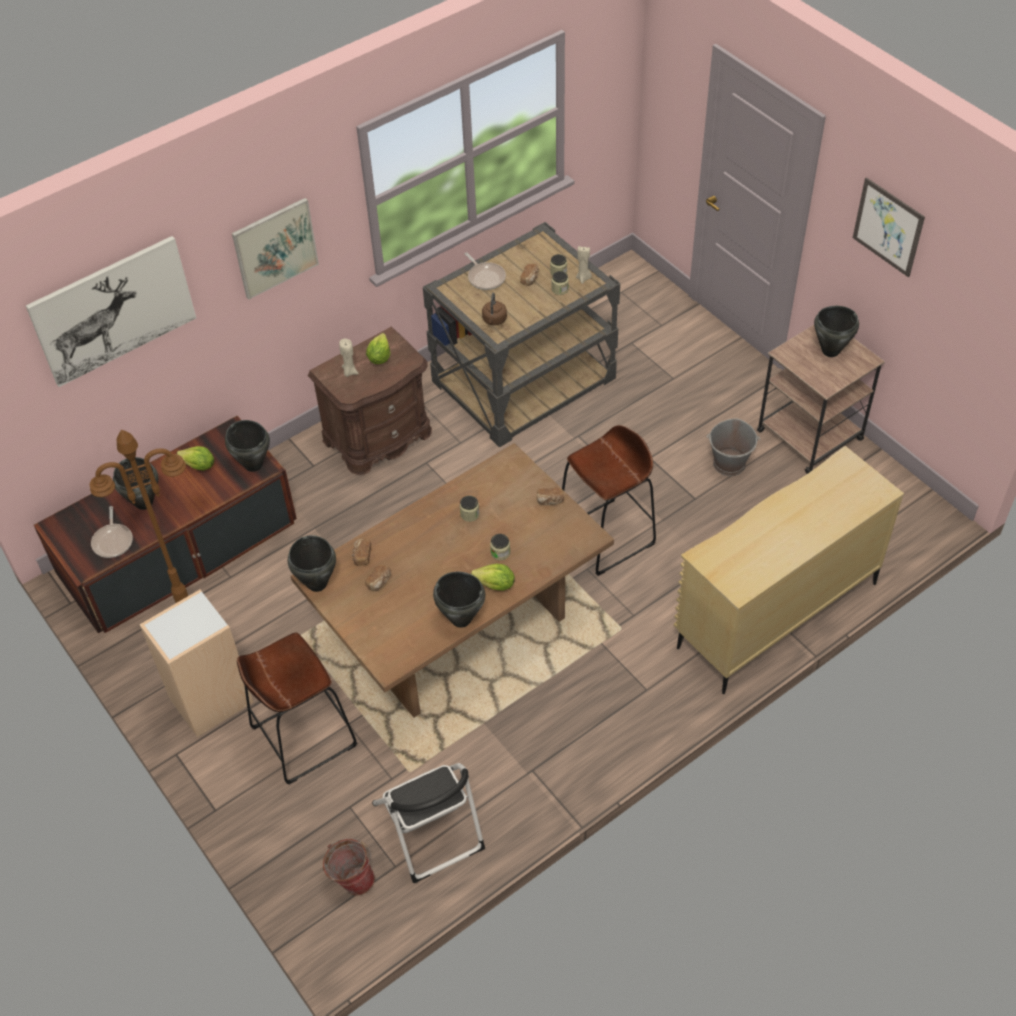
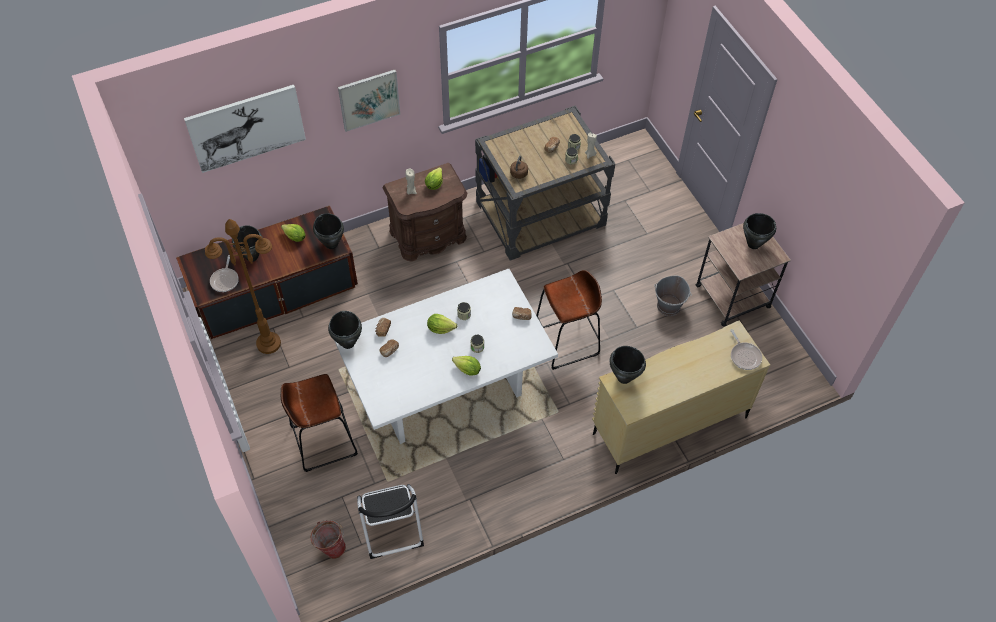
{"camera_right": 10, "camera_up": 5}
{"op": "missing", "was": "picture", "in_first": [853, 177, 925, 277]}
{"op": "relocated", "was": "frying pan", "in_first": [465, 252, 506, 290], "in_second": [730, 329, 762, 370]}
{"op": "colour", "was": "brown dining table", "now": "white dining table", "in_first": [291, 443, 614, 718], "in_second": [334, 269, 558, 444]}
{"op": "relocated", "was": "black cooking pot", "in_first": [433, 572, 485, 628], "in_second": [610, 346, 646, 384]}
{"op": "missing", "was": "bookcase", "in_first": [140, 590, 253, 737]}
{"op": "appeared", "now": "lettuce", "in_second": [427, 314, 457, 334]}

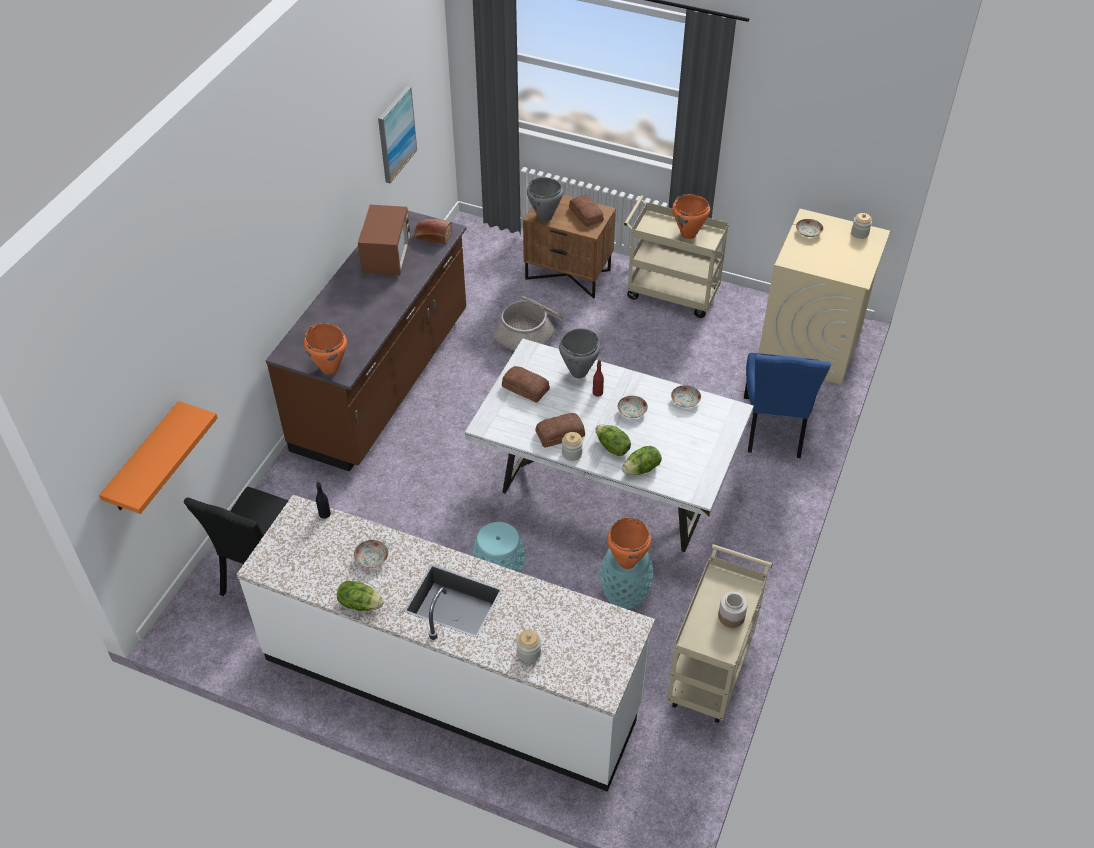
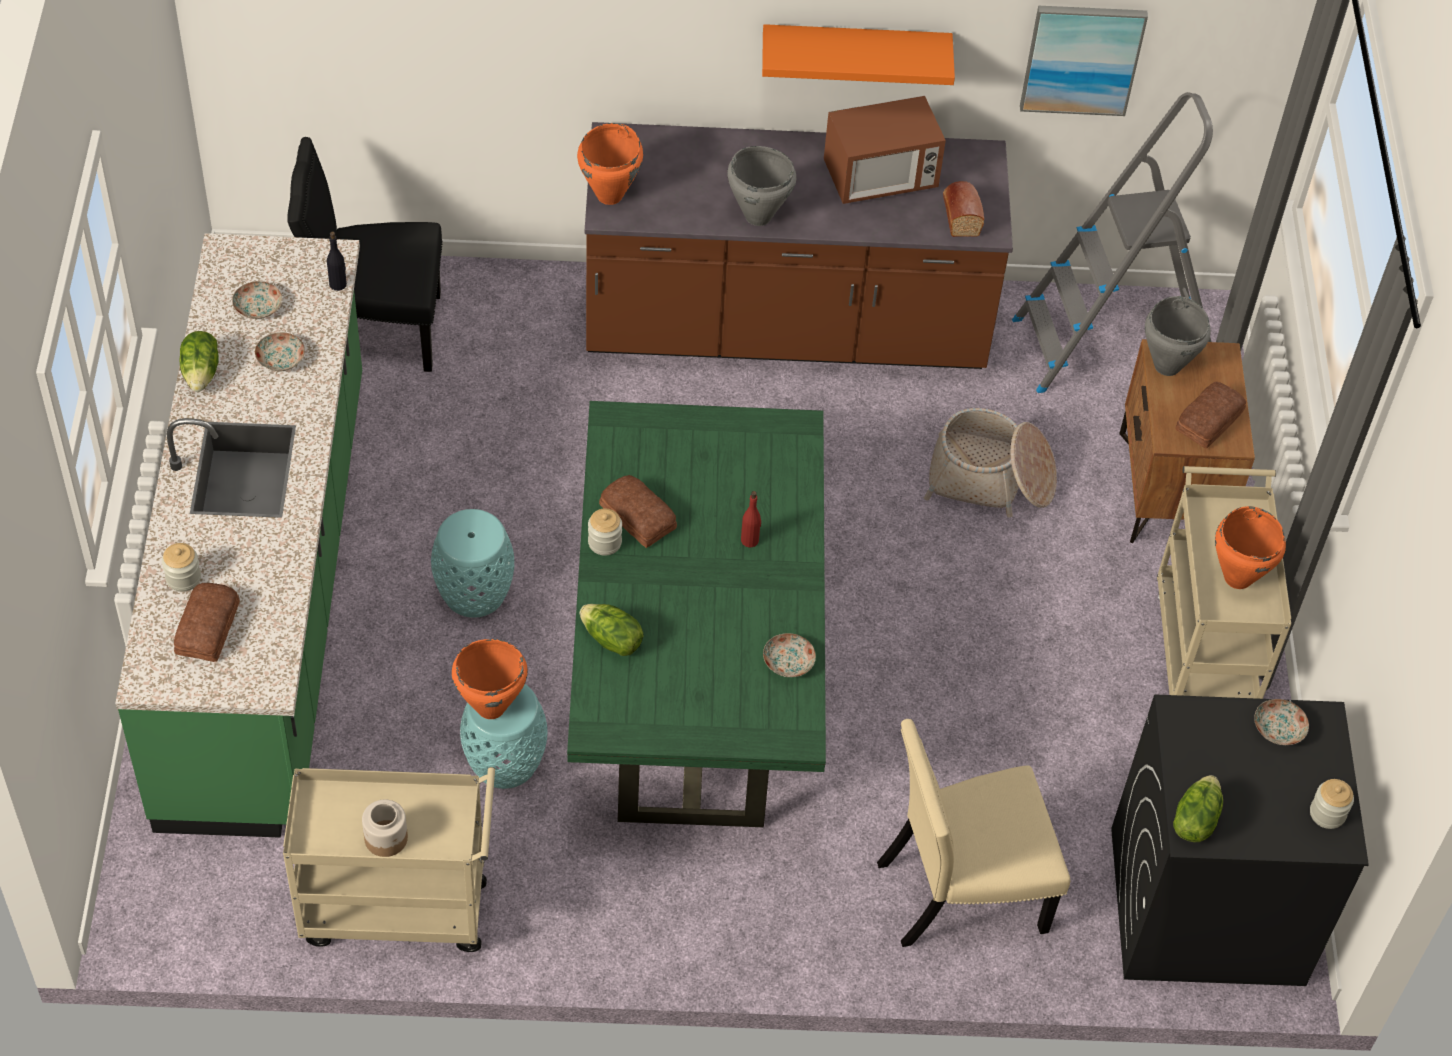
{"camera_right": 65, "camera_up": 5}
{"op": "colour", "was": "beige washing machine", "now": "black washing machine", "in_first": [759, 209, 890, 385], "in_second": [1111, 695, 1369, 986]}
{"op": "relocated", "was": "grey cooking pot", "in_first": [559, 328, 600, 378], "in_second": [727, 146, 796, 226]}
{"op": "colour", "was": "white dining table", "now": "green dining table", "in_first": [465, 338, 754, 552], "in_second": [567, 401, 826, 827]}
{"op": "colour", "was": "blue chair", "now": "beige chair", "in_first": [744, 353, 831, 458], "in_second": [877, 719, 1070, 947]}
{"op": "relocated", "was": "bread", "in_first": [502, 366, 550, 403], "in_second": [174, 583, 240, 662]}
{"op": "relocated", "was": "plate", "in_first": [618, 396, 648, 418], "in_second": [232, 281, 282, 319]}
{"op": "relocated", "was": "orange shelf", "in_first": [99, 401, 218, 514], "in_second": [762, 24, 955, 85]}
{"op": "relocated", "was": "lettuce", "in_first": [595, 425, 631, 456], "in_second": [1173, 775, 1223, 842]}
{"op": "colour", "was": "white counter", "now": "green counter", "in_first": [236, 495, 655, 792], "in_second": [115, 233, 362, 838]}
{"op": "appeared", "now": "grey step ladder", "in_second": [1012, 92, 1213, 393]}

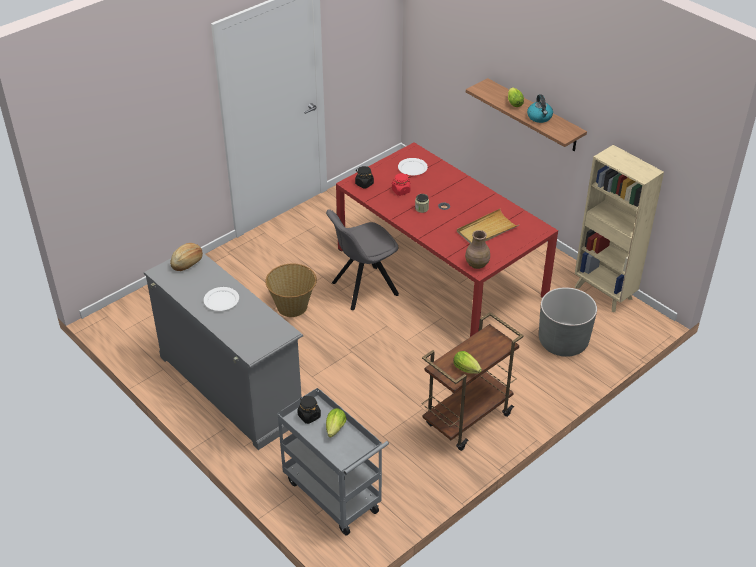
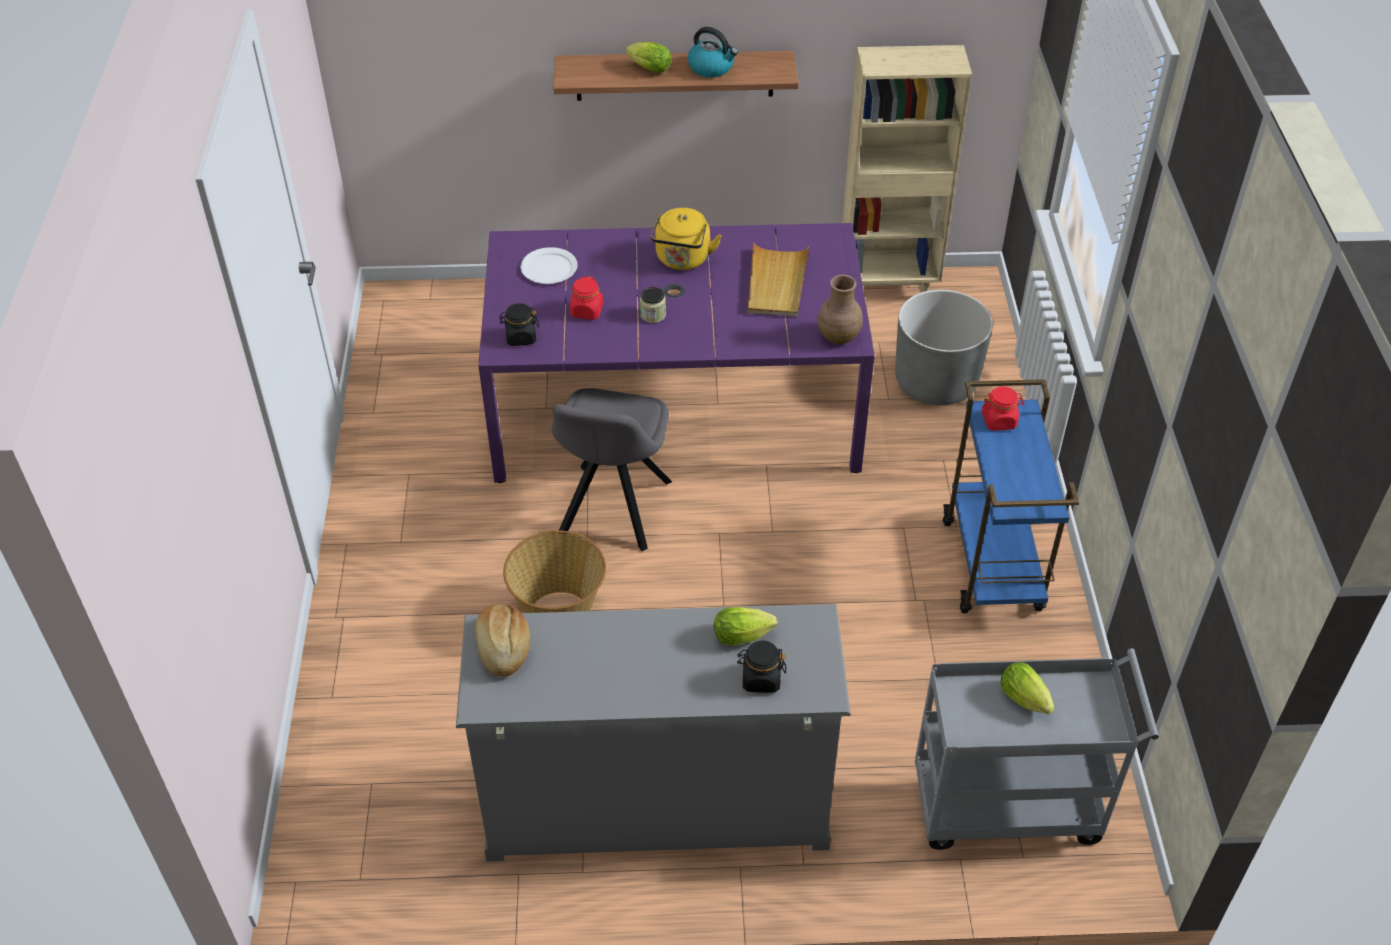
{"camera_right": -50, "camera_up": 5}
{"op": "colour", "was": "red dining table", "now": "purple dining table", "in_first": [336, 142, 558, 337], "in_second": [478, 223, 875, 483]}
{"op": "missing", "was": "white plate", "in_first": [204, 287, 239, 311]}
{"op": "colour", "was": "brown cart", "now": "blue cart", "in_first": [422, 312, 524, 451], "in_second": [942, 379, 1079, 613]}
{"op": "relocated", "was": "lettuce", "in_first": [454, 351, 482, 373], "in_second": [714, 607, 778, 645]}
{"op": "relocated", "was": "black jar", "in_first": [297, 396, 321, 424], "in_second": [737, 640, 786, 693]}
{"op": "appeared", "now": "yellow kettle", "in_second": [650, 208, 722, 270]}
{"op": "appeared", "now": "red jar", "in_second": [981, 386, 1024, 430]}

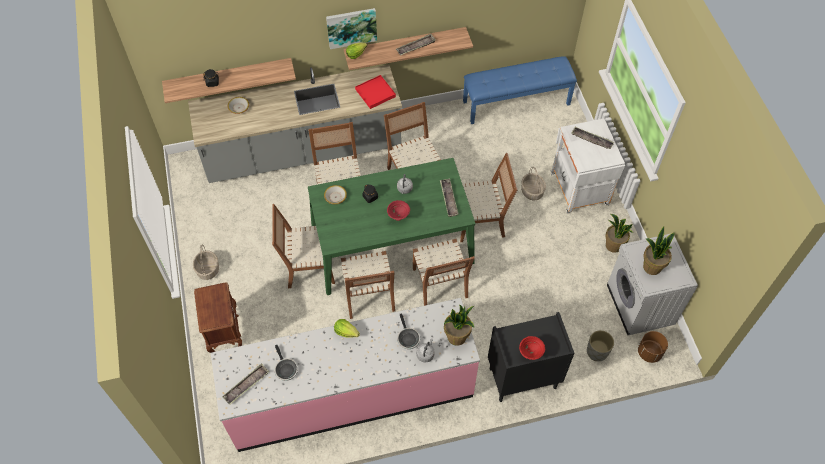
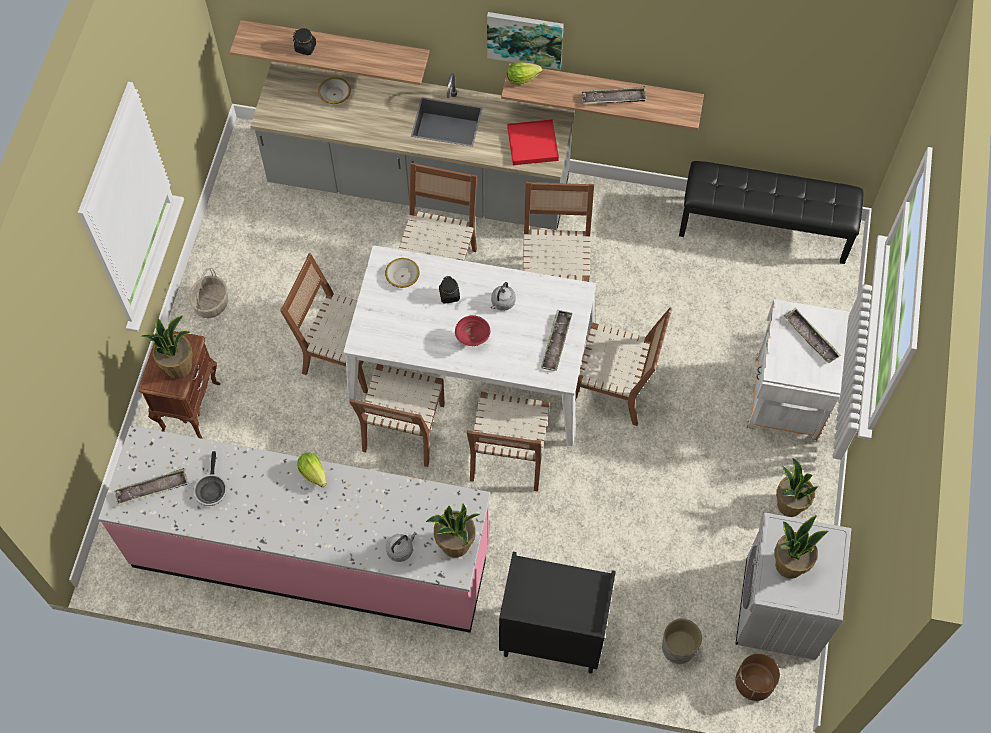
{"camera_right": 25, "camera_up": 5}
{"op": "colour", "was": "blue bench", "now": "black bench", "in_first": [463, 56, 577, 124], "in_second": [679, 161, 863, 264]}
{"op": "colour", "was": "green dining table", "now": "white dining table", "in_first": [308, 158, 475, 295], "in_second": [344, 245, 596, 446]}
{"op": "missing", "was": "basket", "in_first": [521, 167, 546, 200]}
{"op": "missing", "was": "frying pan", "in_first": [397, 313, 420, 349]}
{"op": "missing", "was": "red bowl", "in_first": [519, 336, 545, 360]}
{"op": "appeared", "now": "potted plant", "in_second": [141, 316, 193, 379]}

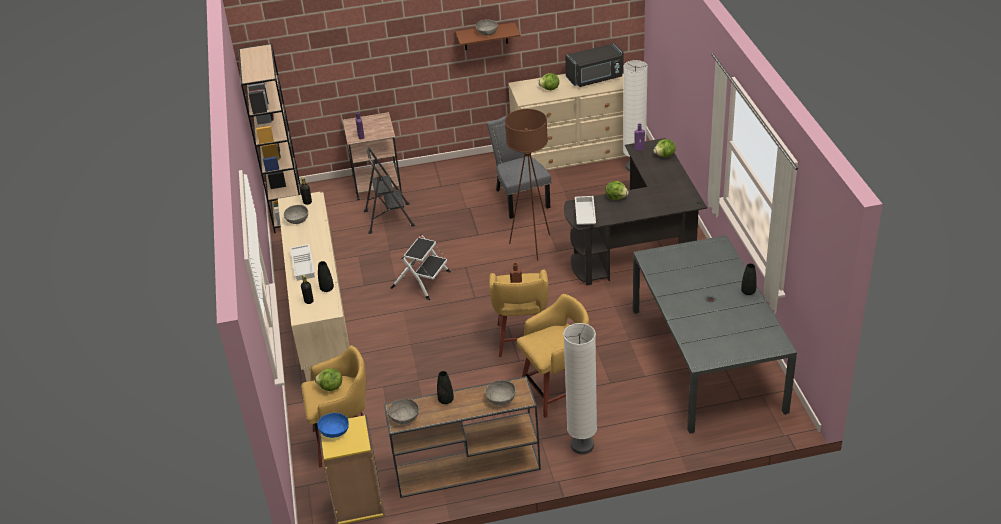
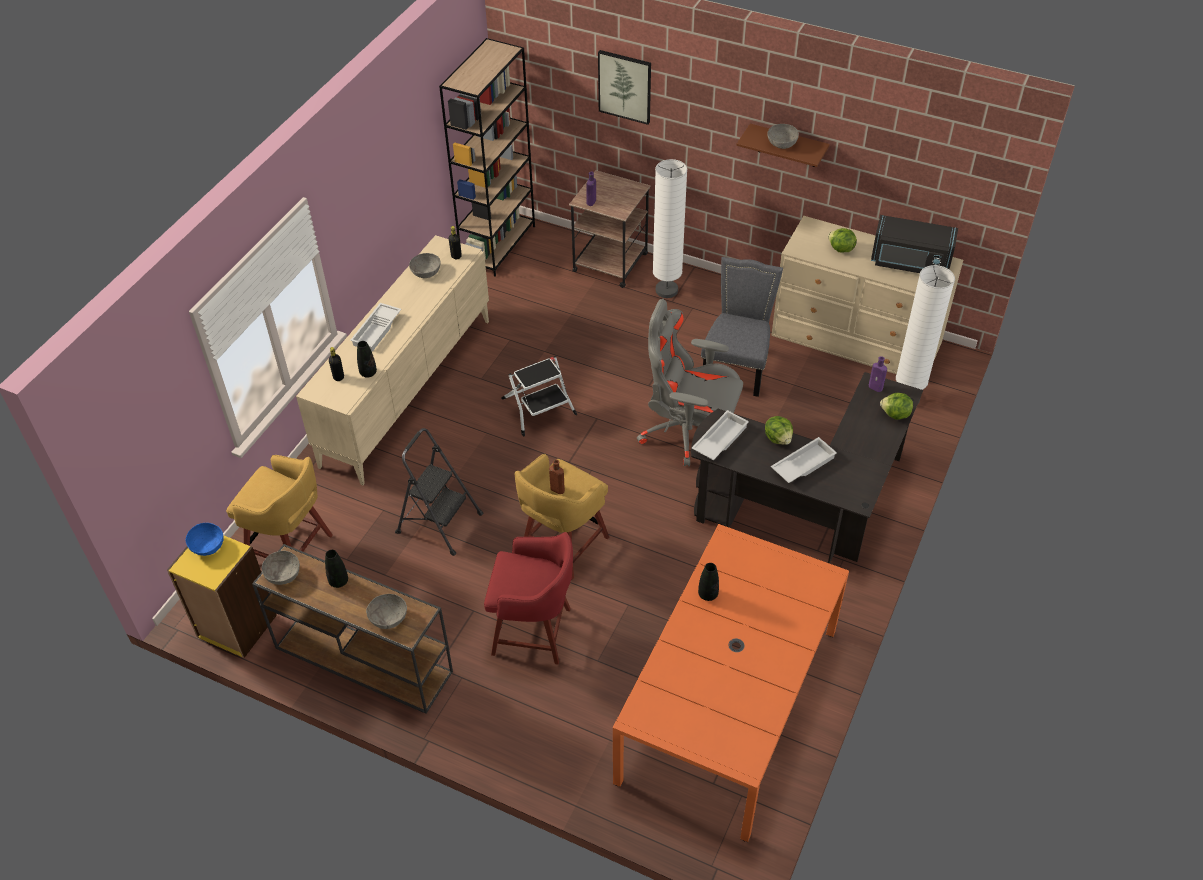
{"camera_right": 35, "camera_up": 10}
{"op": "exchanged", "was": "brown floor lamp", "now": "grey office chair", "in_first": [505, 109, 550, 261], "in_second": [637, 299, 743, 466]}
{"op": "relocated", "was": "black step ladder", "in_first": [364, 147, 415, 234], "in_second": [395, 428, 483, 556]}
{"op": "colour", "was": "grey dining table", "now": "orange dining table", "in_first": [633, 235, 797, 433], "in_second": [613, 524, 849, 842]}
{"op": "relocated", "was": "black vase", "in_first": [741, 263, 757, 295], "in_second": [698, 563, 719, 601]}
{"op": "colour", "was": "yellow stool", "now": "red stool", "in_first": [517, 294, 589, 418], "in_second": [484, 532, 573, 665]}
{"op": "relocated", "was": "white floor lamp", "in_first": [563, 323, 597, 454], "in_second": [653, 159, 687, 298]}
{"op": "missing", "was": "lettuce", "in_first": [315, 368, 342, 391]}
{"op": "appeared", "now": "picture", "in_second": [598, 50, 651, 125]}
{"op": "appeared", "now": "white tray", "in_second": [771, 437, 837, 483]}

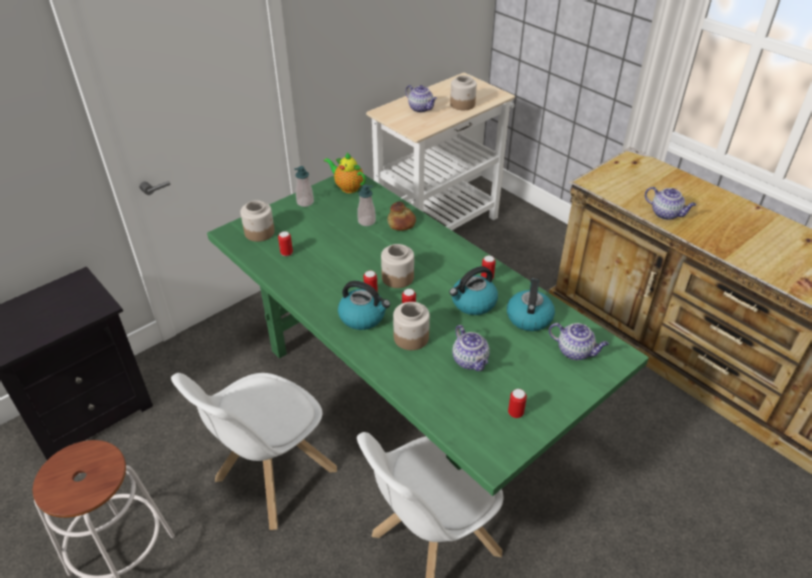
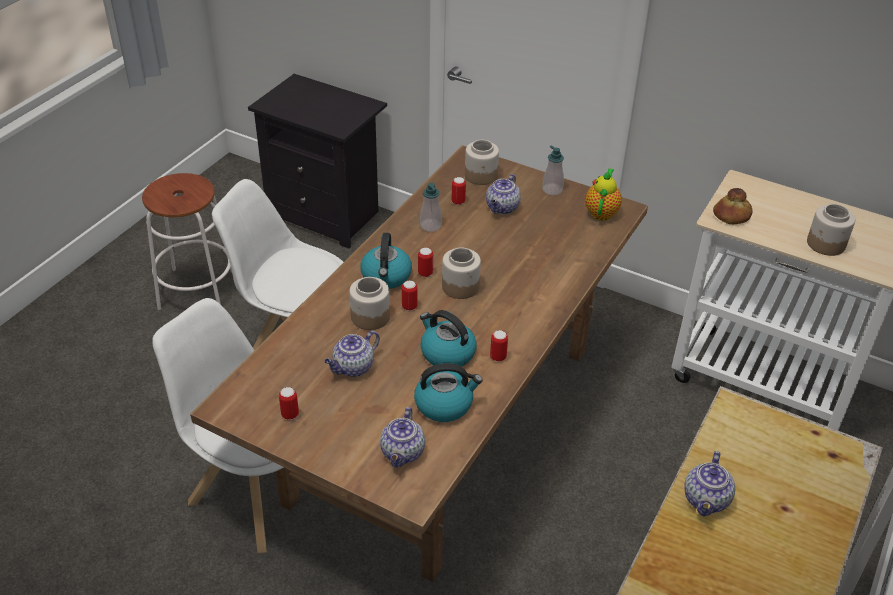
{"camera_right": 70, "camera_up": 0}
{"op": "relocated", "was": "teapot", "in_first": [405, 85, 437, 113], "in_second": [486, 174, 521, 214]}
{"op": "colour", "was": "green dining table", "now": "brown dining table", "in_first": [207, 174, 649, 496], "in_second": [190, 145, 648, 582]}
{"op": "relocated", "was": "soap dispenser", "in_first": [357, 185, 376, 226], "in_second": [420, 183, 442, 232]}
{"op": "relocated", "was": "bread", "in_first": [387, 202, 416, 231], "in_second": [713, 188, 753, 224]}

